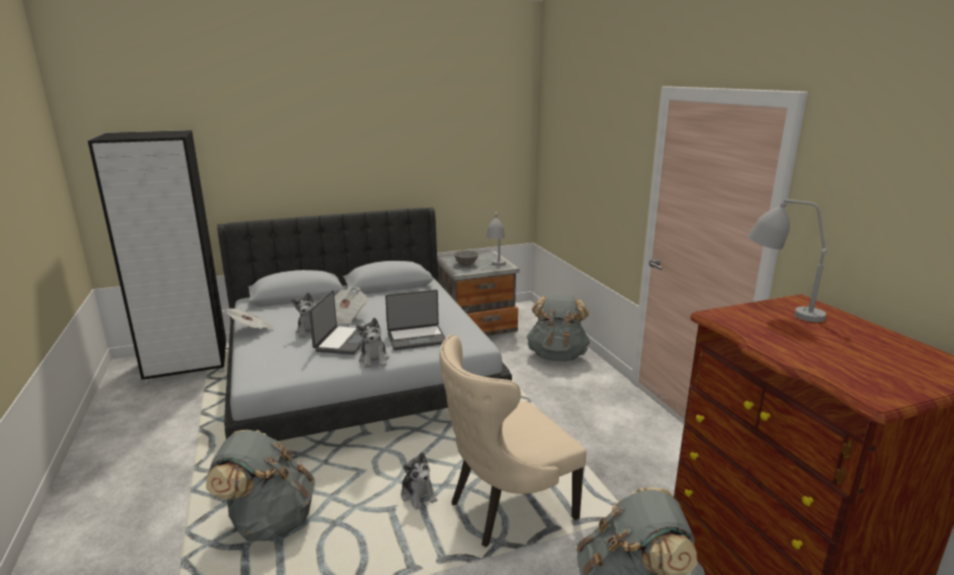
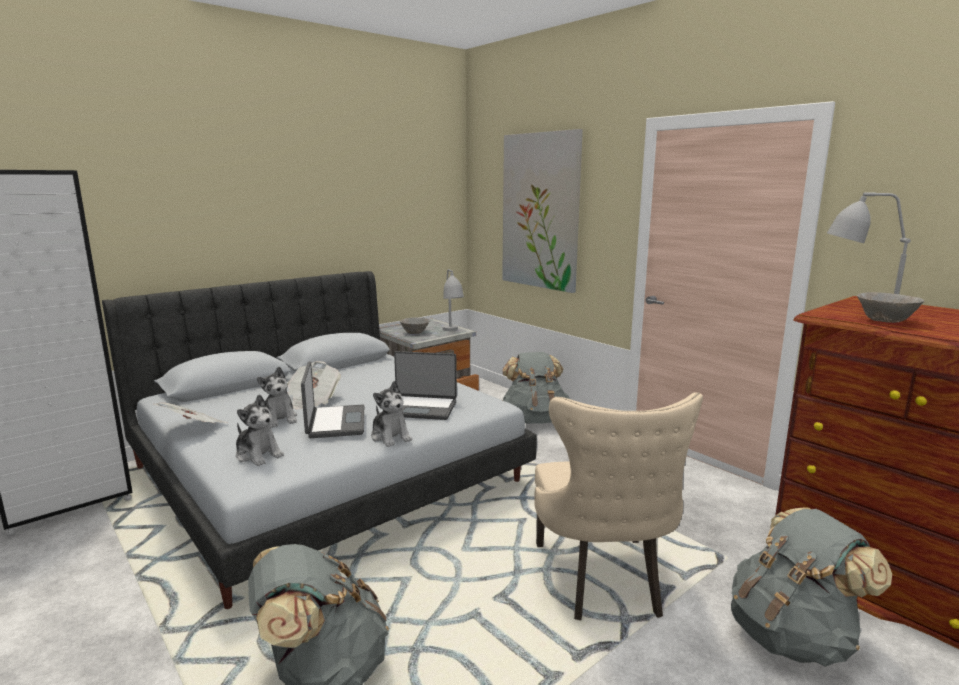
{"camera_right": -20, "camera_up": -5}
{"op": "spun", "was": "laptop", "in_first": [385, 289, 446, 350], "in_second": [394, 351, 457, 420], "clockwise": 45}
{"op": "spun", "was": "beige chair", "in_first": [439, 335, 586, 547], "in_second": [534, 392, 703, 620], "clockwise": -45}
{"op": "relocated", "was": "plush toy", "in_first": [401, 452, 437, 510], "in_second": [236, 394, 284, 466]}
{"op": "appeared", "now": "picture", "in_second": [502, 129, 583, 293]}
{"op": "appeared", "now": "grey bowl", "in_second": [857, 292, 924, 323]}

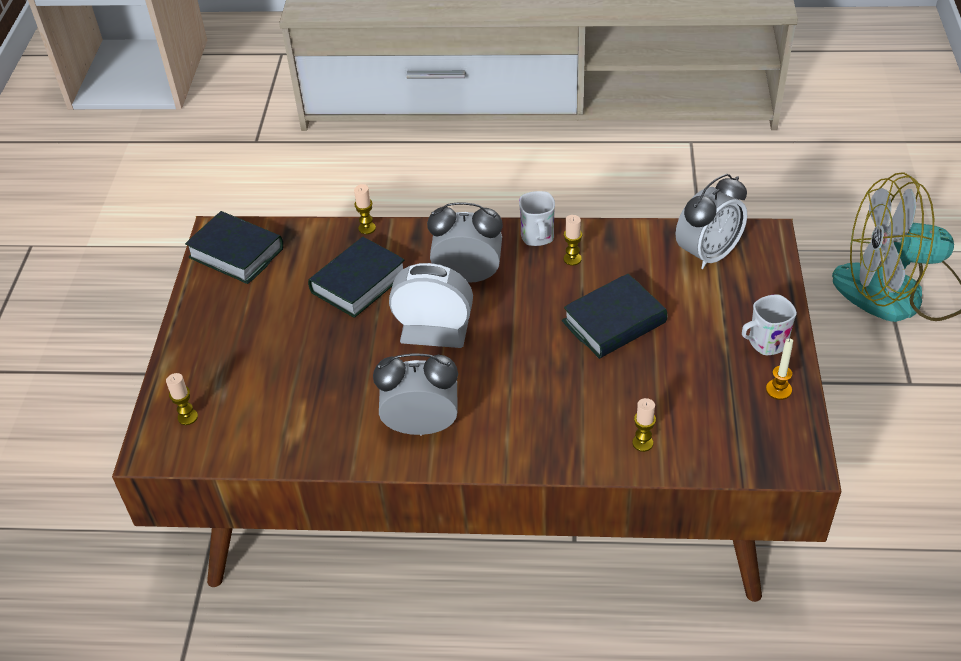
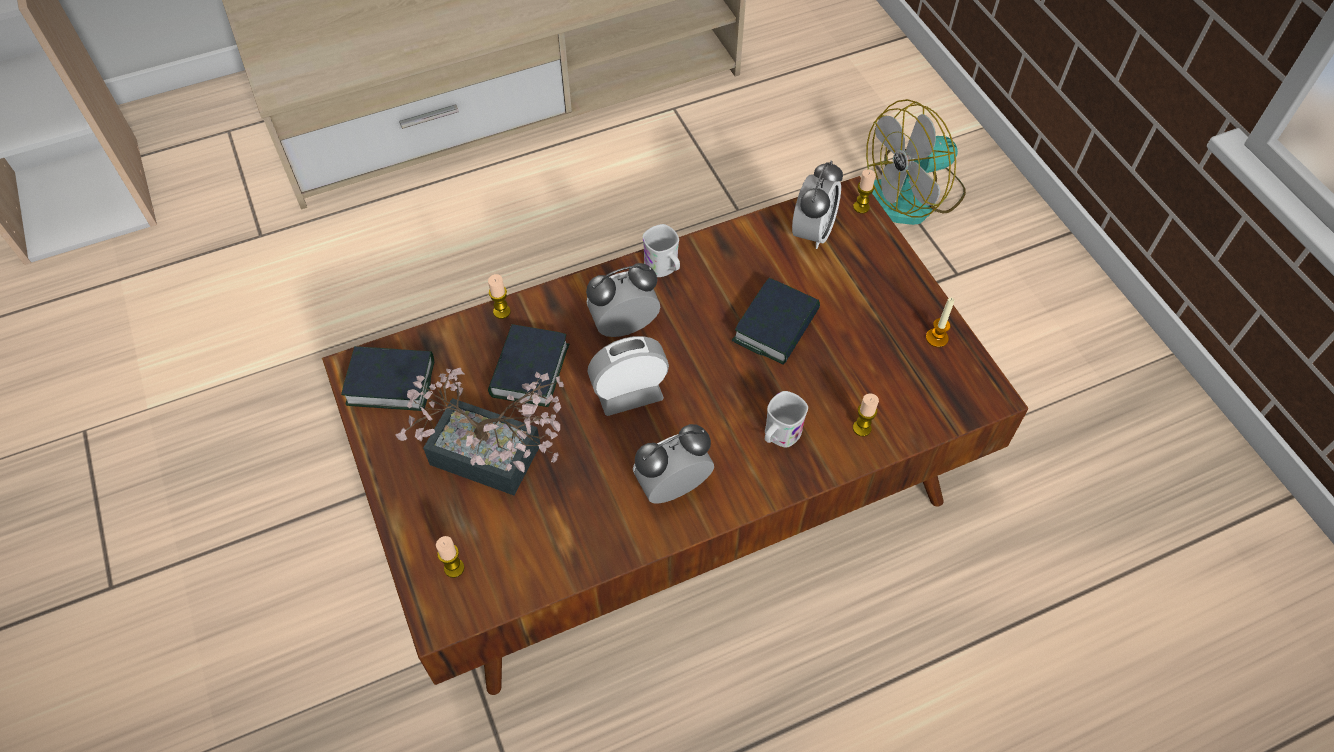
{"camera_right": -30, "camera_up": 10}
{"op": "relocated", "was": "candle", "in_first": [564, 215, 582, 266], "in_second": [853, 169, 876, 213]}
{"op": "relocated", "was": "white mug", "in_first": [742, 294, 797, 355], "in_second": [765, 391, 808, 448]}
{"op": "appeared", "now": "potted plant", "in_second": [395, 368, 564, 495]}

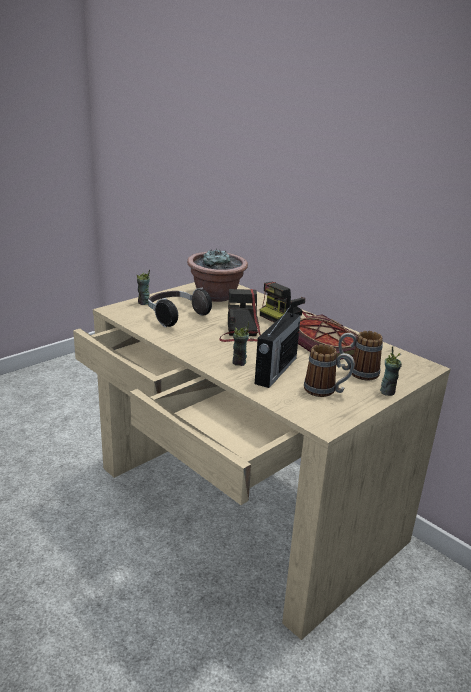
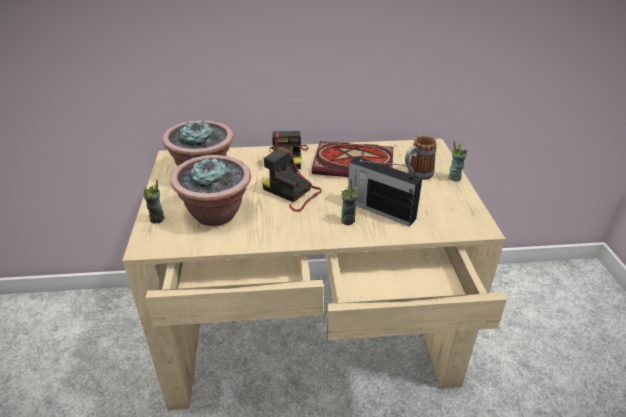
{"camera_right": -50, "camera_up": 10}
{"op": "exchanged", "was": "headphones", "now": "potted plant", "in_first": [148, 288, 212, 327], "in_second": [170, 155, 251, 226]}
{"op": "spun", "was": "radio", "in_first": [255, 304, 301, 388], "in_second": [348, 156, 422, 227], "clockwise": 150}
{"op": "missing", "was": "mug", "in_first": [304, 344, 355, 397]}

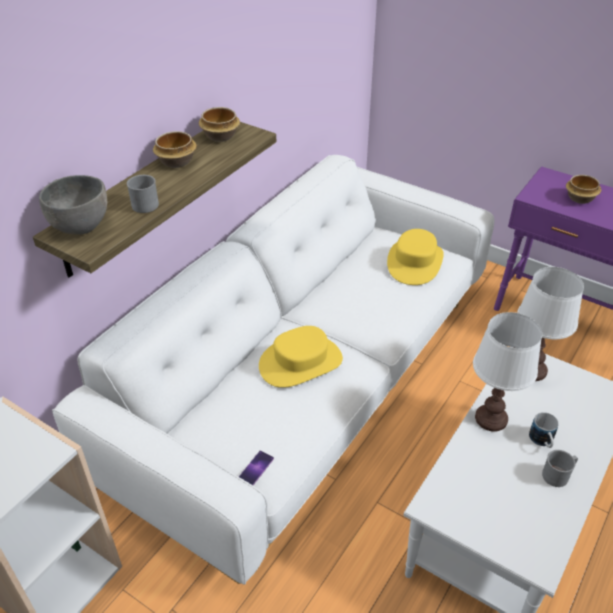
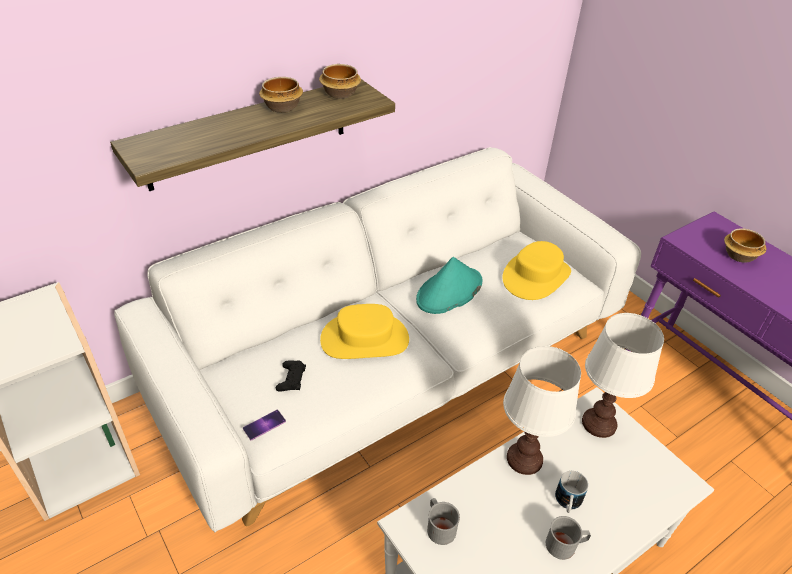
{"camera_right": 20, "camera_up": 0}
{"op": "missing", "was": "grey bowl", "in_first": [39, 175, 107, 235]}
{"op": "relocated", "was": "grey mug", "in_first": [127, 175, 159, 213], "in_second": [427, 498, 460, 545]}
{"op": "appeared", "now": "turquoise hat", "in_second": [416, 257, 482, 314]}
{"op": "appeared", "now": "black game controller", "in_second": [276, 360, 306, 392]}

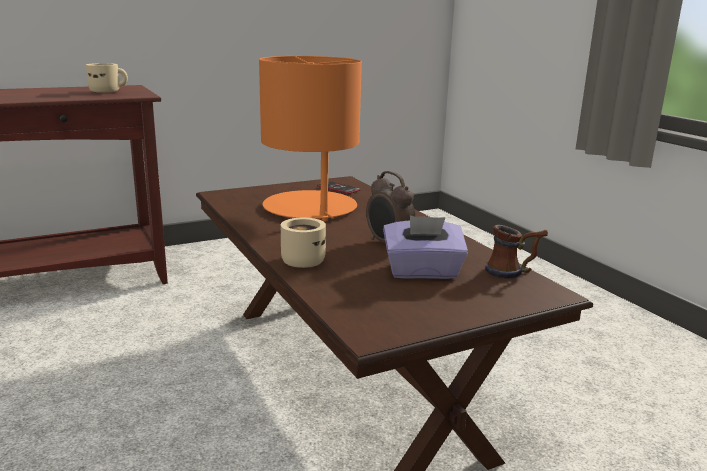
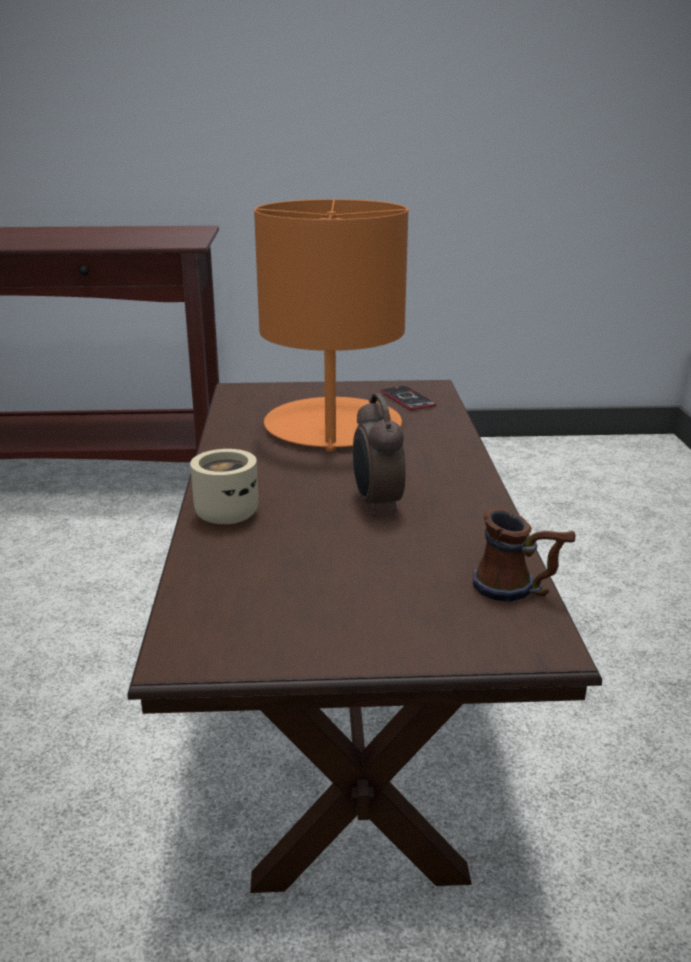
{"camera_right": 25, "camera_up": 5}
{"op": "missing", "was": "beige mug", "in_first": [86, 63, 128, 93]}
{"op": "missing", "was": "purple tissue box", "in_first": [383, 216, 468, 279]}

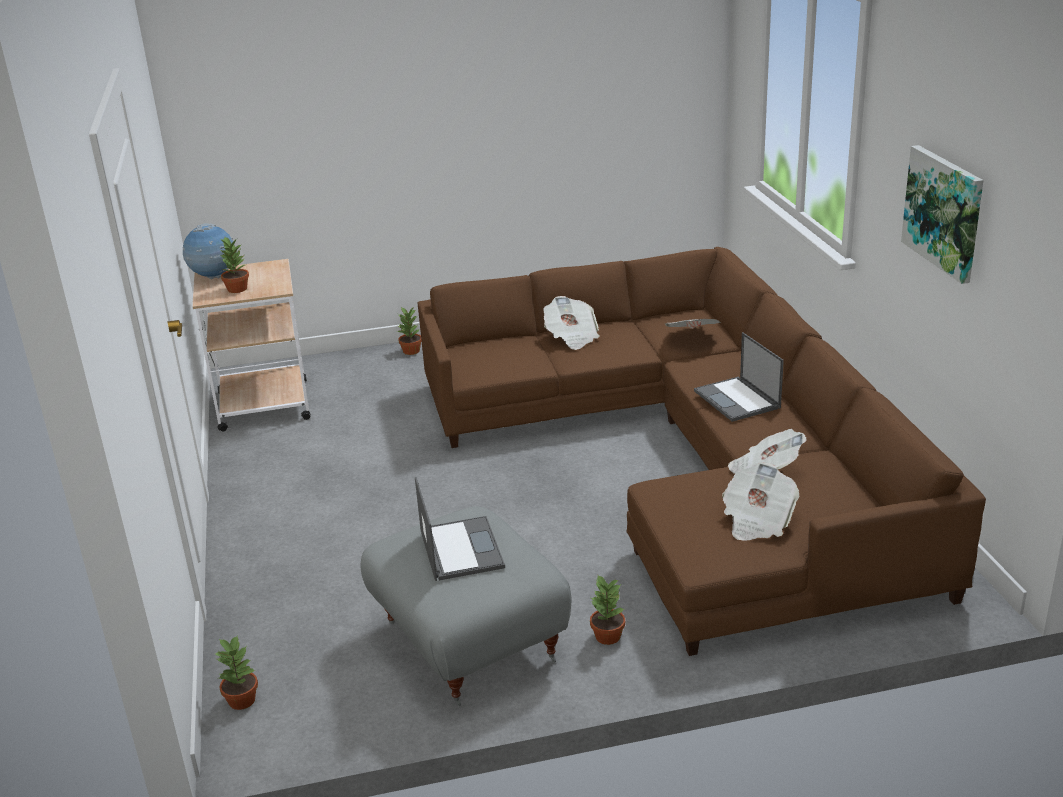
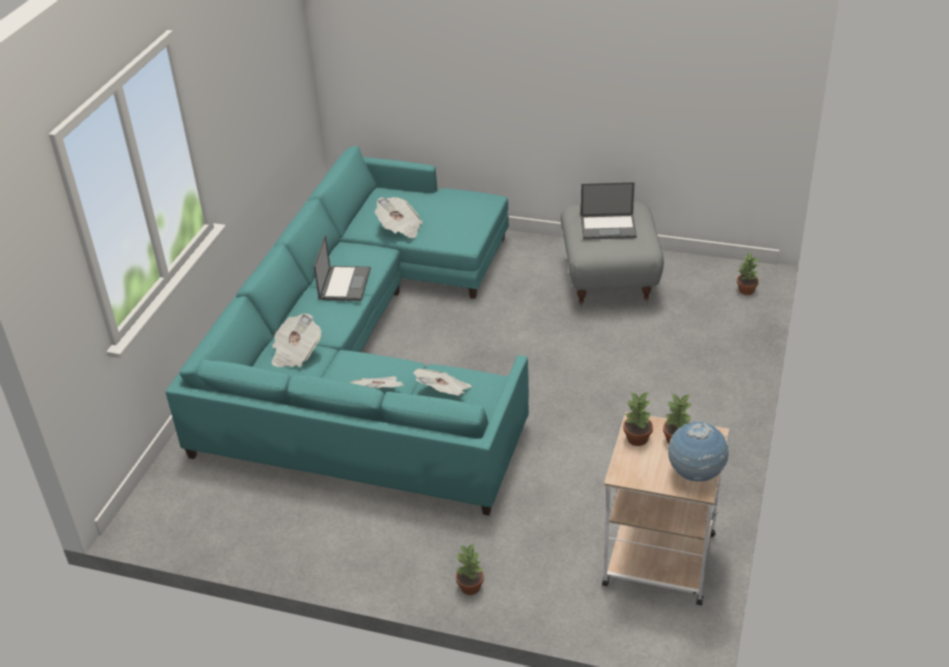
{"camera_right": -150, "camera_up": 10}
{"op": "missing", "was": "picture", "in_first": [901, 145, 983, 284]}
{"op": "colour", "was": "brown sofa", "now": "turquoise sofa", "in_first": [418, 247, 986, 656], "in_second": [165, 146, 529, 516]}
{"op": "relocated", "was": "newspaper", "in_first": [722, 462, 799, 541], "in_second": [413, 369, 472, 396]}
{"op": "spun", "was": "laptop", "in_first": [415, 477, 505, 581], "in_second": [581, 182, 637, 240], "clockwise": -105}
{"op": "relocated", "was": "potted plant", "in_first": [590, 574, 625, 645], "in_second": [623, 392, 653, 446]}

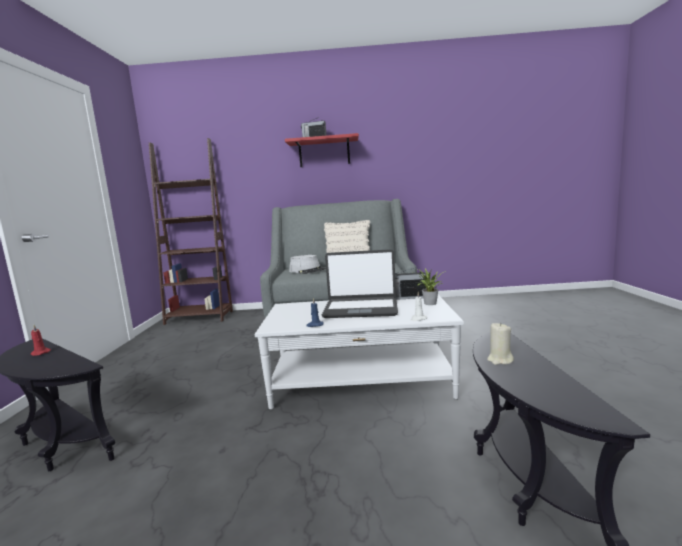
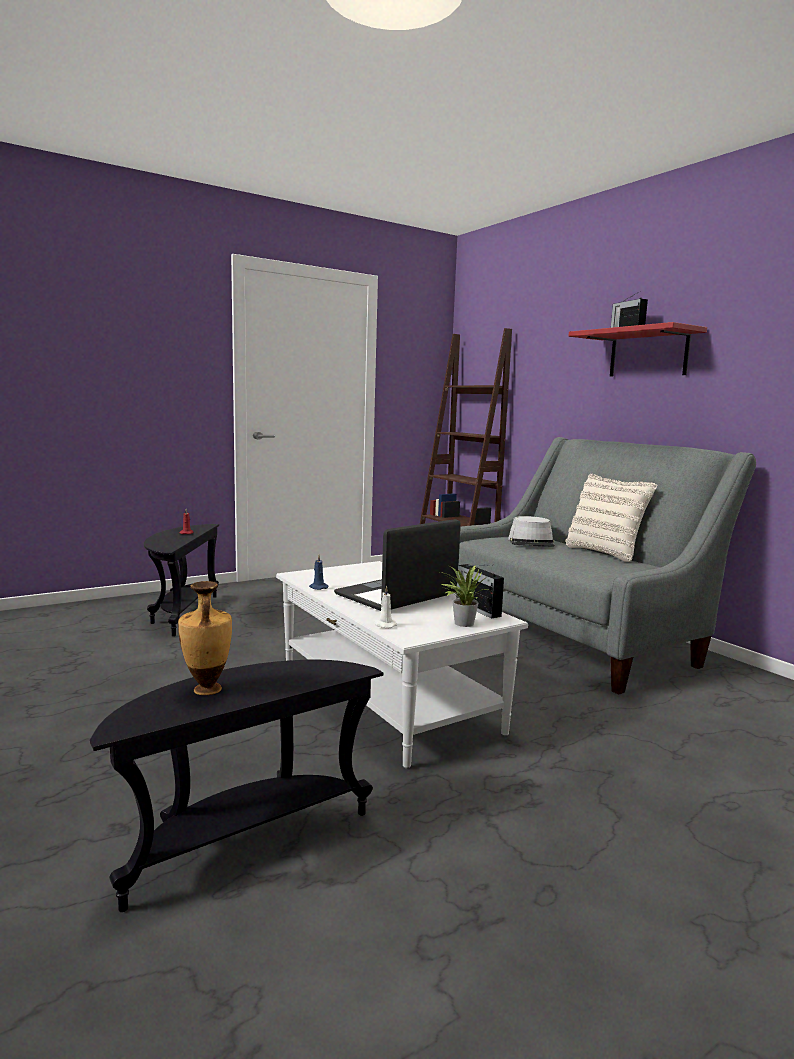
{"camera_right": 55, "camera_up": 0}
{"op": "spun", "was": "laptop", "in_first": [322, 249, 398, 318], "in_second": [334, 519, 461, 611], "clockwise": 75}
{"op": "missing", "was": "beige candle", "in_first": [487, 322, 514, 365]}
{"op": "appeared", "now": "vase", "in_second": [178, 581, 232, 695]}

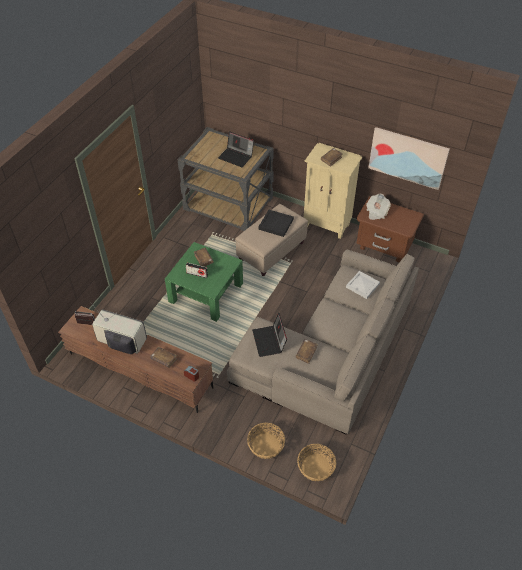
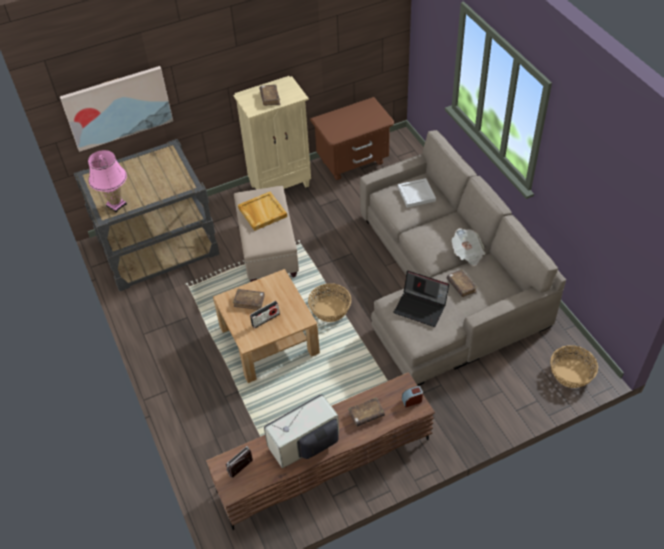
{"camera_right": -50, "camera_up": 0}
{"op": "relocated", "was": "picture", "in_first": [368, 127, 450, 190], "in_second": [60, 66, 173, 152]}
{"op": "missing", "was": "laptop", "in_first": [218, 131, 254, 167]}
{"op": "relocated", "was": "newspaper", "in_first": [366, 194, 391, 220], "in_second": [451, 228, 486, 266]}
{"op": "colour", "was": "black tray", "now": "beige tray", "in_first": [258, 210, 294, 237], "in_second": [238, 192, 287, 231]}
{"op": "colour", "was": "green coffee table", "now": "brown coffee table", "in_first": [165, 242, 243, 322], "in_second": [213, 269, 320, 383]}
{"op": "relocated", "was": "basket", "in_first": [247, 423, 285, 459], "in_second": [308, 283, 351, 322]}
{"op": "appeared", "now": "pink table lamp", "in_second": [88, 150, 127, 212]}

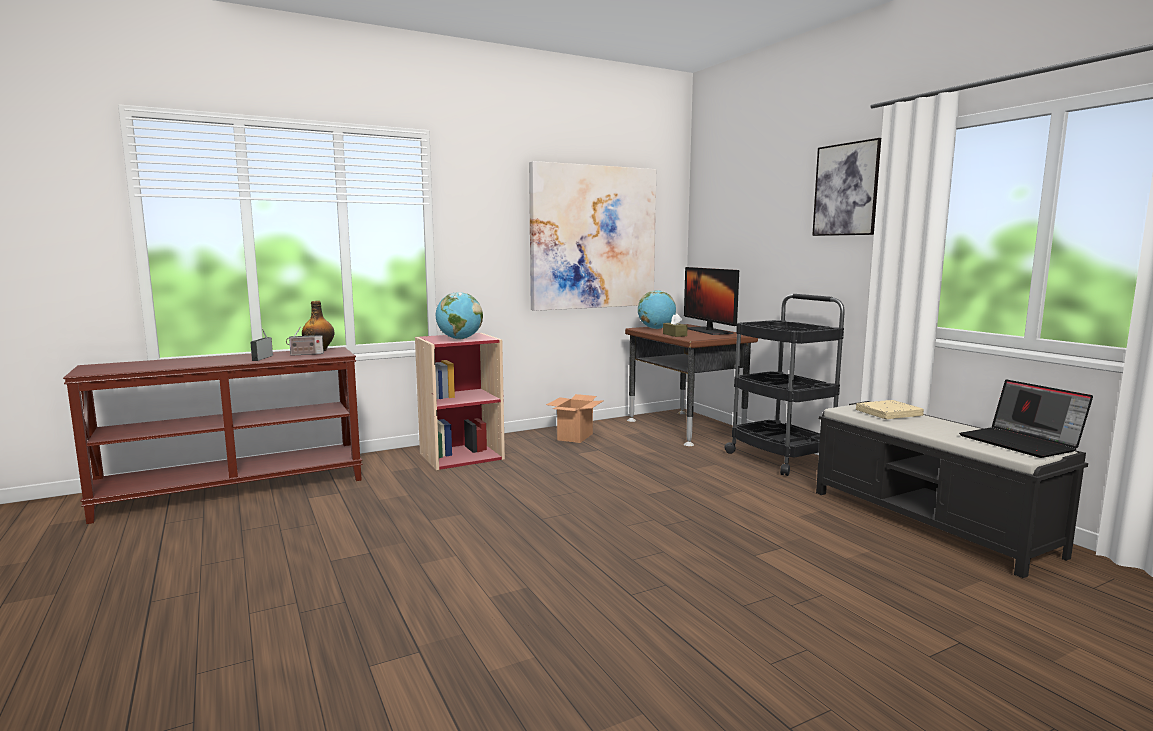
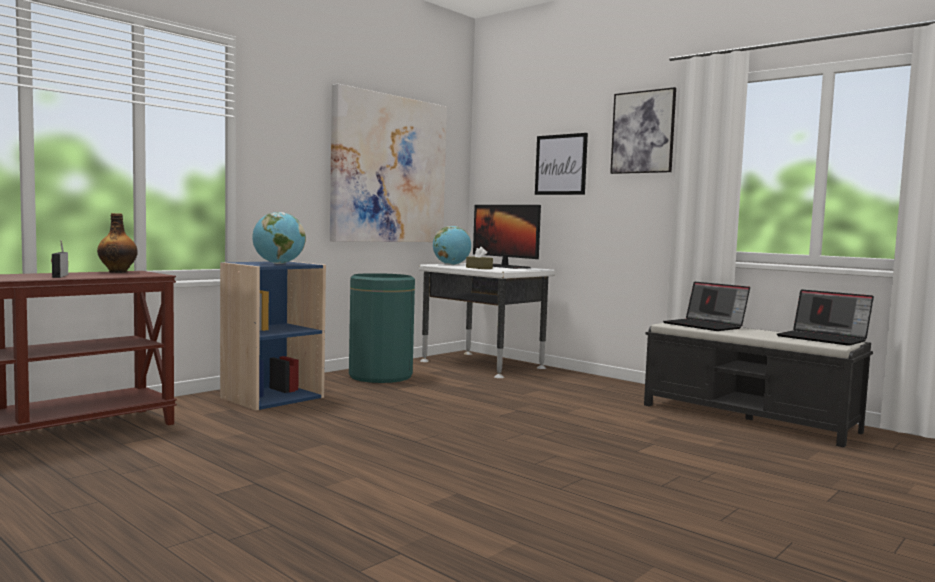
{"camera_right": -20, "camera_up": -5}
{"op": "missing", "was": "black cart", "in_first": [724, 294, 845, 476]}
{"op": "colour", "was": "brown desk", "now": "white desk", "in_first": [625, 324, 758, 446], "in_second": [419, 263, 555, 378]}
{"op": "missing", "was": "radio", "in_first": [286, 326, 324, 356]}
{"op": "colour", "was": "red bookcase", "now": "blue bookcase", "in_first": [415, 333, 505, 470], "in_second": [220, 261, 326, 410]}
{"op": "exchanged", "was": "cardboard box", "now": "green trash can", "in_first": [546, 394, 604, 443], "in_second": [349, 273, 415, 383]}
{"op": "exchanged", "was": "beige book", "now": "laptop", "in_first": [856, 400, 924, 419], "in_second": [663, 282, 750, 331]}
{"op": "appeared", "now": "picture", "in_second": [535, 133, 588, 195]}

